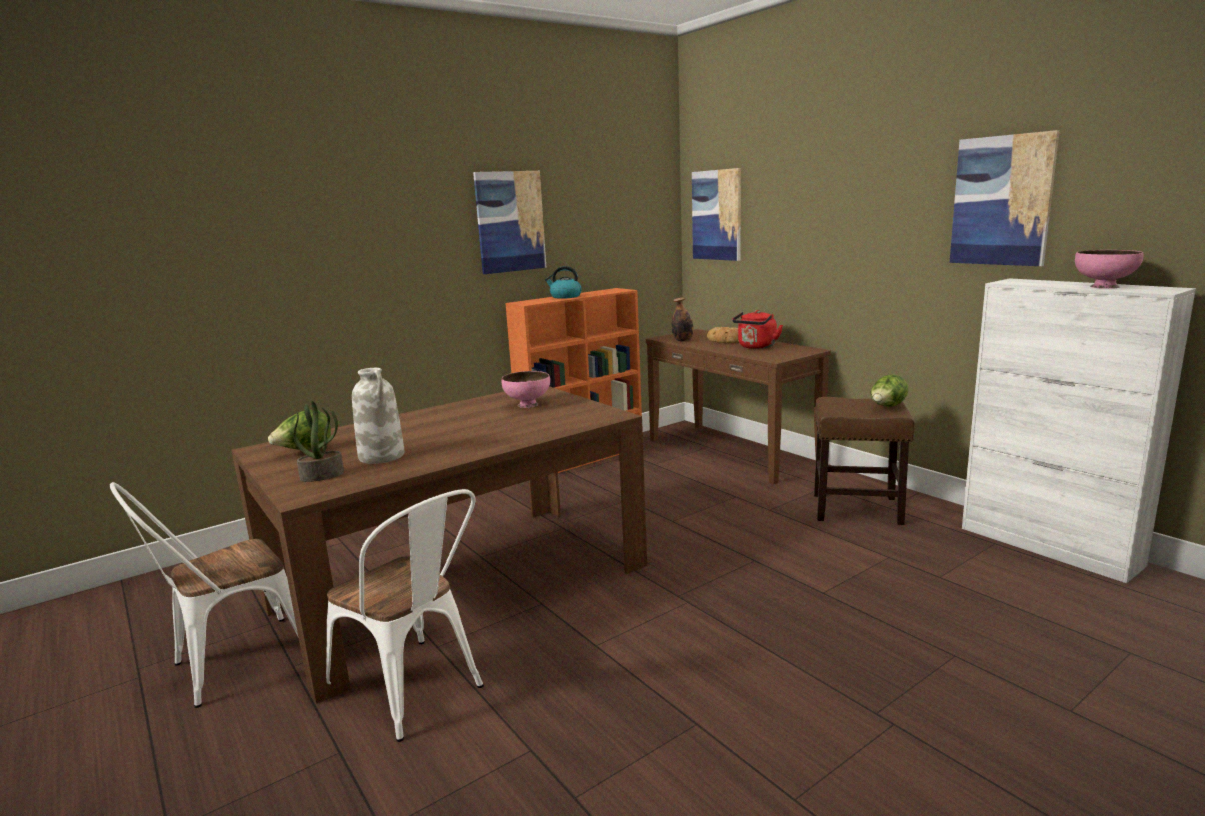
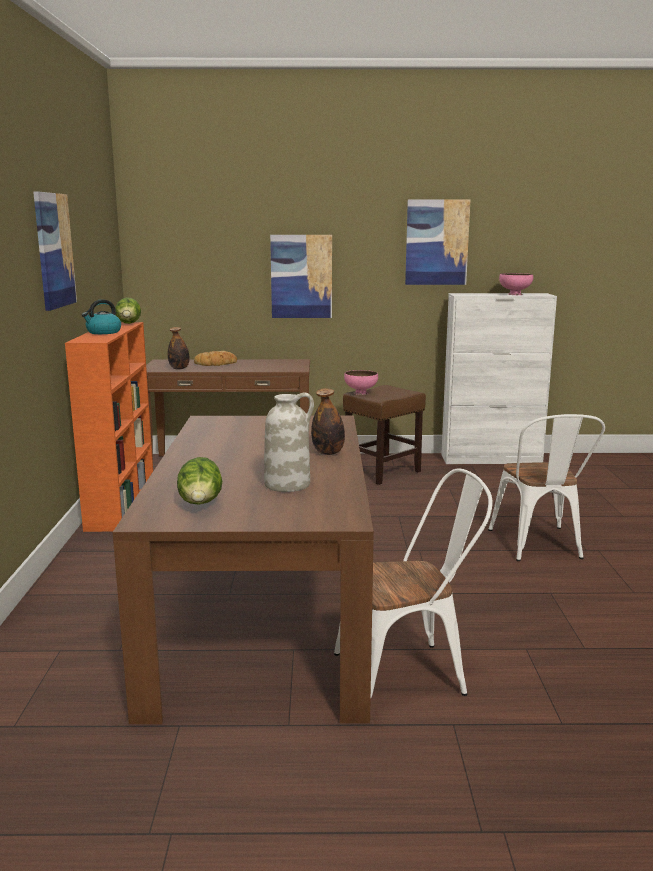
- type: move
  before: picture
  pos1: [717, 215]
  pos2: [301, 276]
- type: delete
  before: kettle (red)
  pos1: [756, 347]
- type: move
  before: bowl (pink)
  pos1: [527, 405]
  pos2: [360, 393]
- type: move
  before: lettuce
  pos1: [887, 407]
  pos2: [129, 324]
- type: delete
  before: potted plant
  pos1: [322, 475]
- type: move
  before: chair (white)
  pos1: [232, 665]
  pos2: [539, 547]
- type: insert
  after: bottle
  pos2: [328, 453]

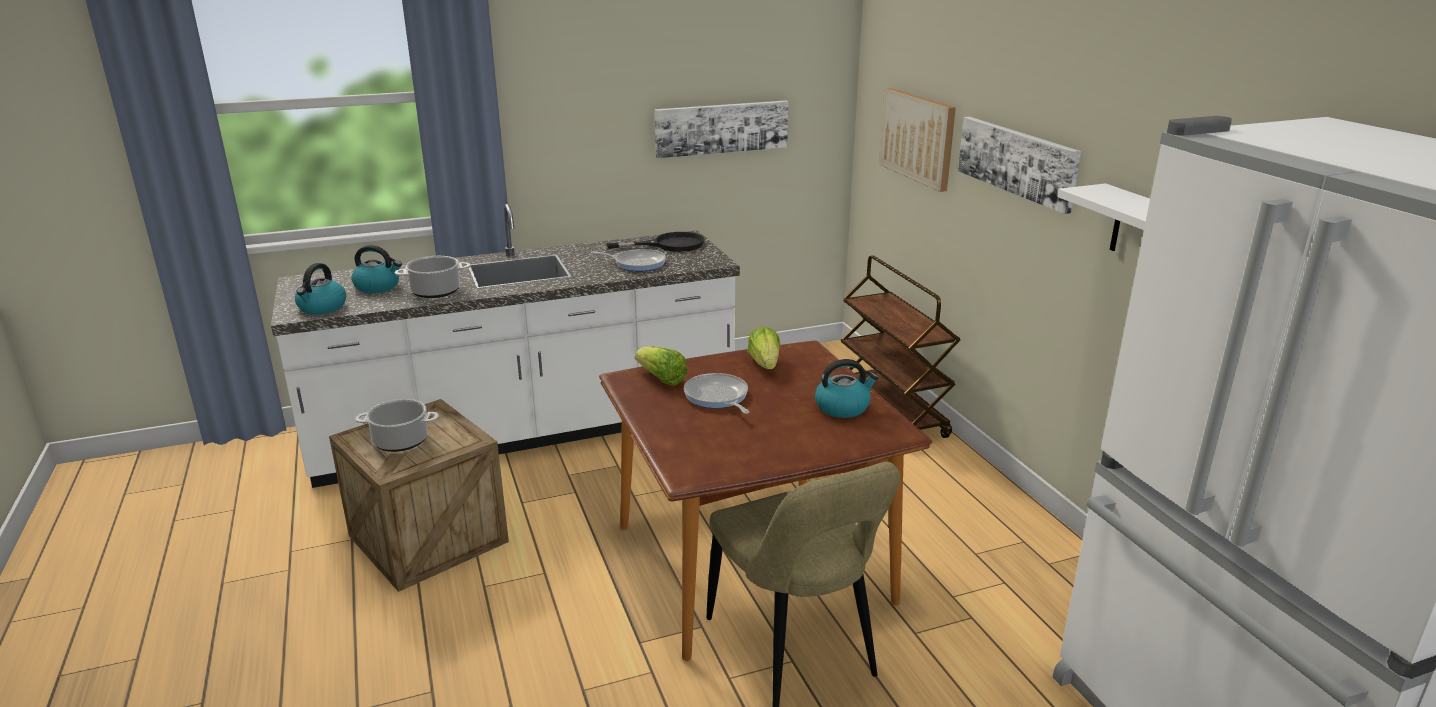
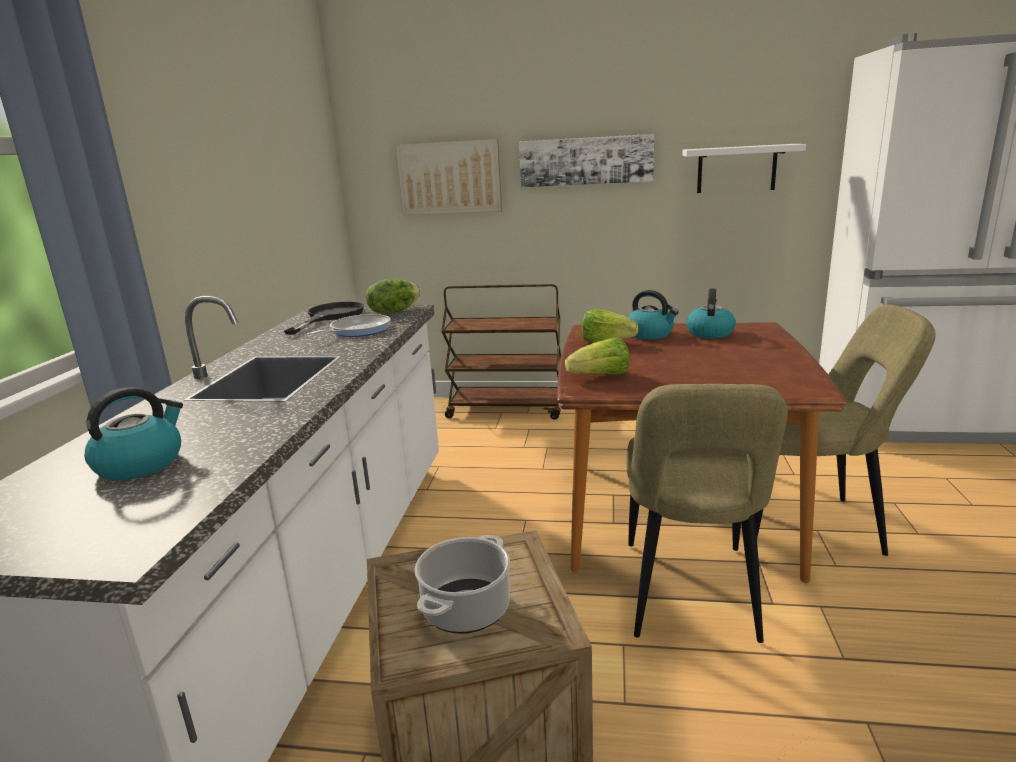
- type: delete
  before: picture
  pos1: [721, 128]
- type: delete
  before: cooking pot
  pos1: [436, 291]
- type: move
  before: kettle
  pos1: [322, 308]
  pos2: [650, 334]
- type: delete
  before: frying pan
  pos1: [717, 397]
- type: insert
  after: lettuce
  pos2: [393, 311]
- type: insert
  after: chair (beige)
  pos2: [690, 595]

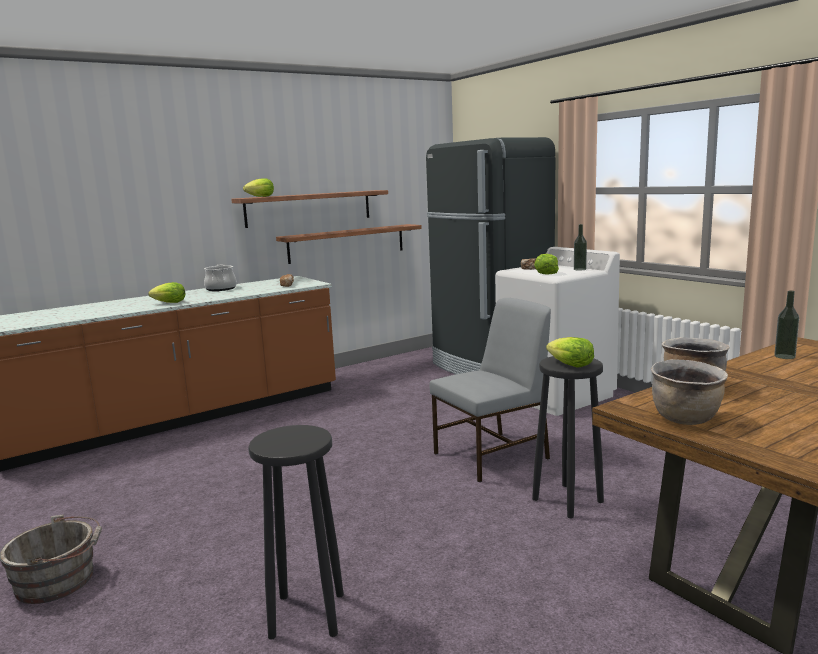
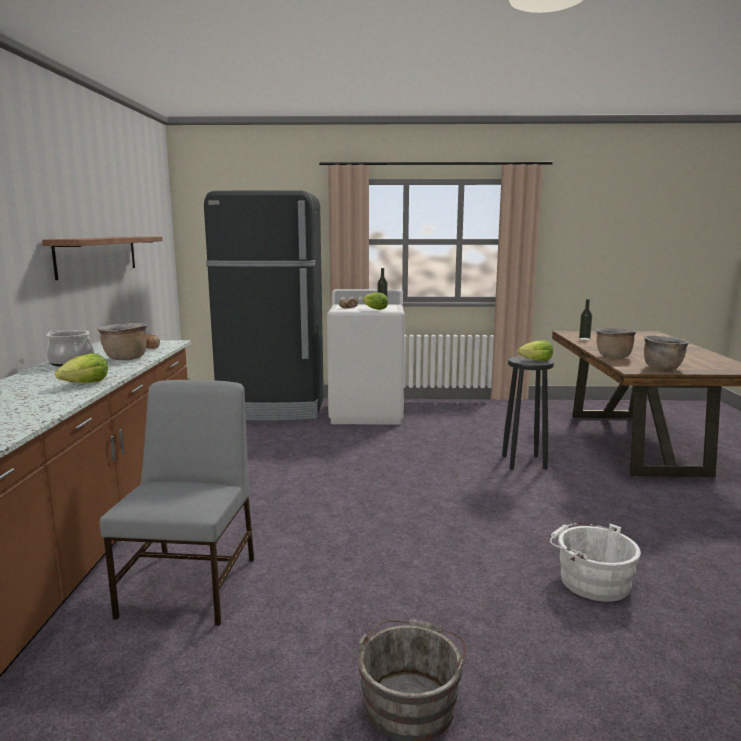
- type: delete
  before: lettuce
  pos1: [261, 196]
- type: delete
  before: shelf
  pos1: [347, 243]
- type: move
  before: chair (grey)
  pos1: [493, 455]
  pos2: [191, 585]
- type: replace
  before: stool (black)
  after: bucket (white)
  pos1: [306, 615]
  pos2: [590, 580]
- type: insert
  after: cooking pot (brown)
  pos2: [125, 359]

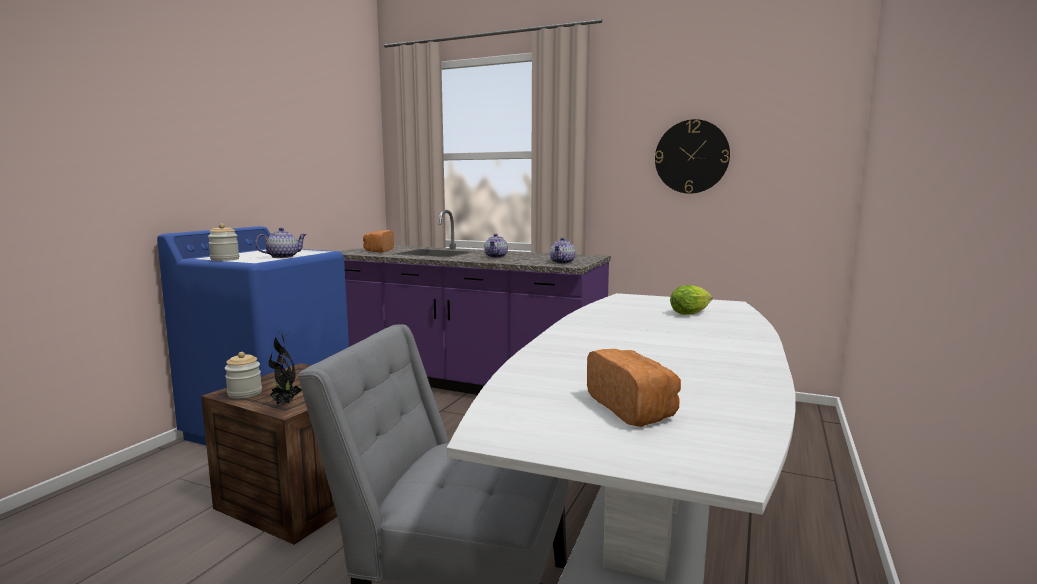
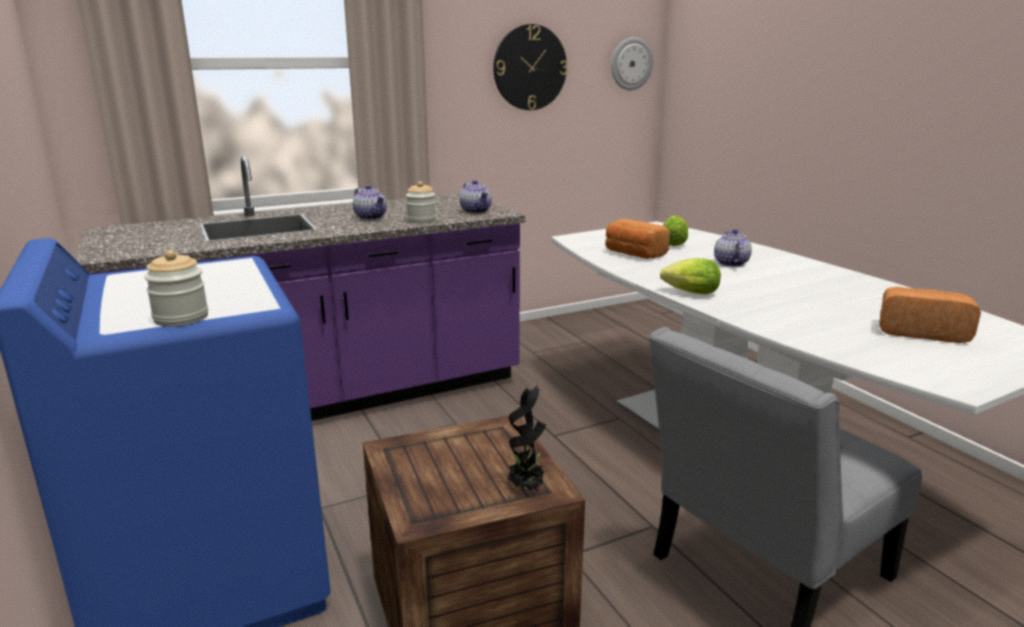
- type: move
  before: teapot
  pos1: [283, 257]
  pos2: [730, 263]
- type: move
  before: bread
  pos1: [378, 250]
  pos2: [633, 254]
- type: move
  before: jar
  pos1: [245, 393]
  pos2: [421, 220]
- type: insert
  after: wall clock
  pos2: [631, 64]
- type: insert
  after: lettuce
  pos2: [688, 293]

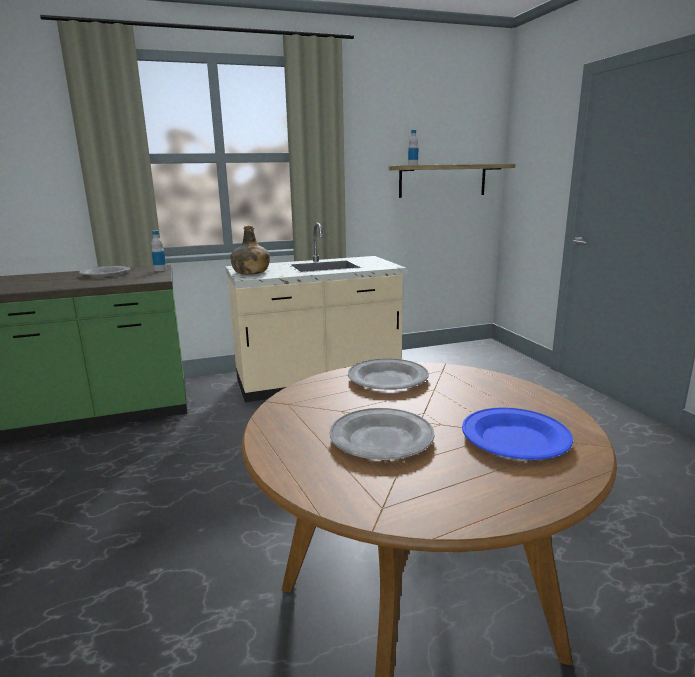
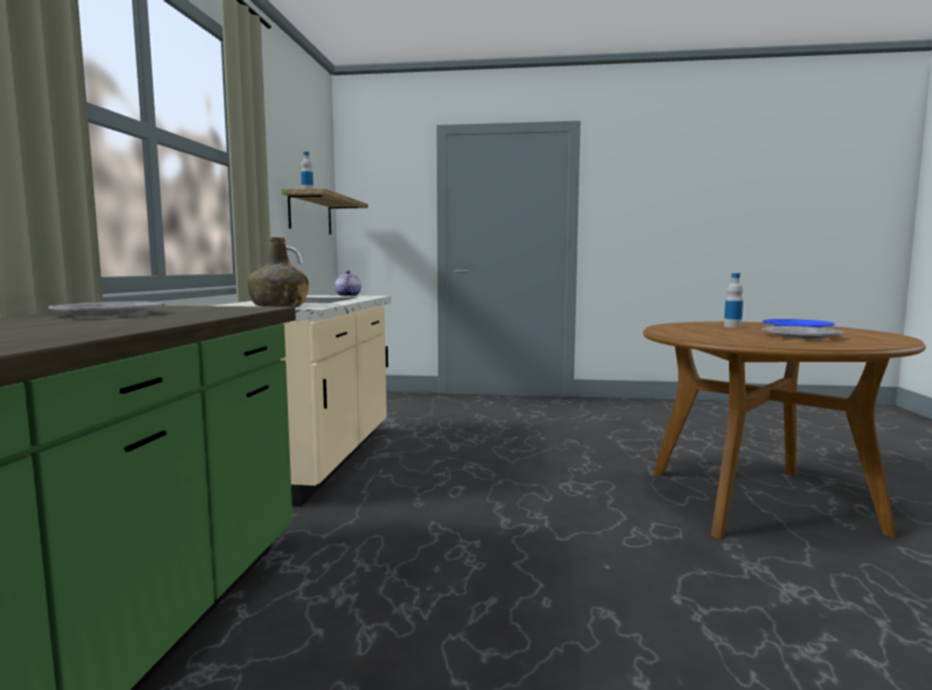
- type: move
  before: bottle
  pos1: [160, 270]
  pos2: [732, 326]
- type: delete
  before: plate (grey)
  pos1: [387, 379]
- type: insert
  after: teapot
  pos2: [348, 296]

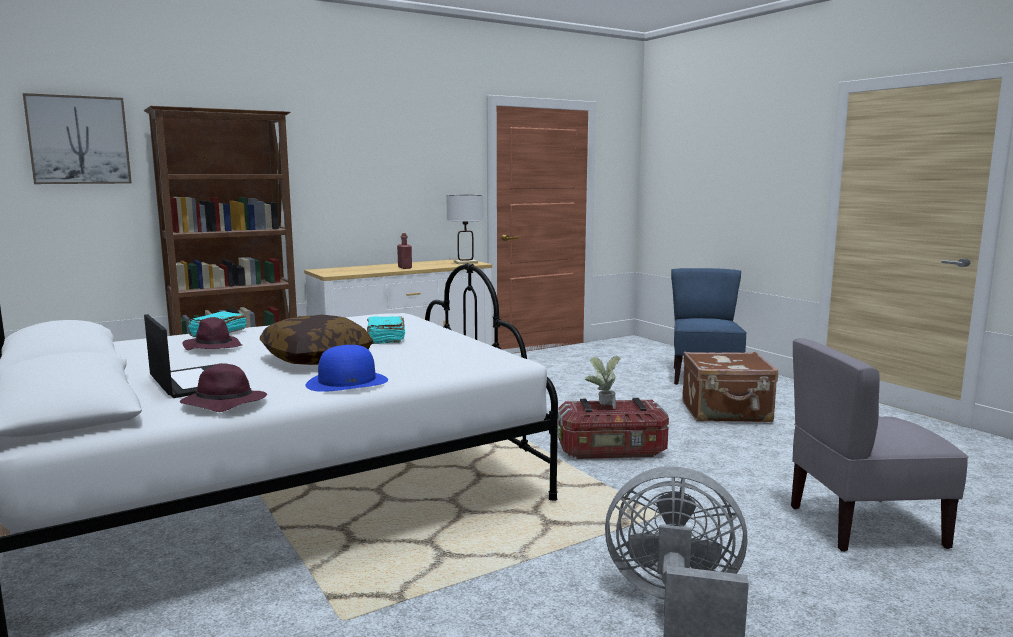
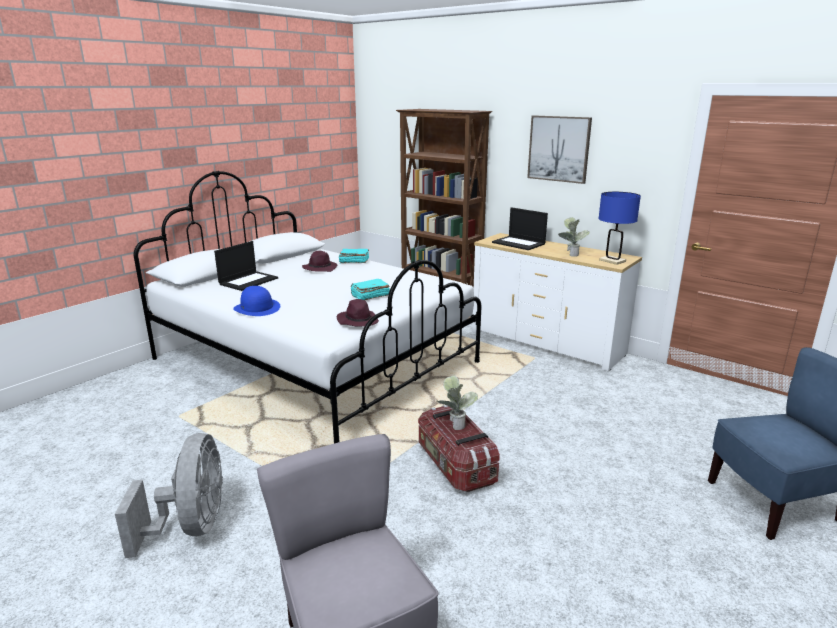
- type: move
  before: picture
  pos1: [79, 140]
  pos2: [559, 149]
- type: recolor
  before: table lamp (white)
  after: table lamp (blue)
  pos1: [465, 262]
  pos2: [612, 261]
- type: delete
  before: bottle (red)
  pos1: [405, 268]
- type: delete
  before: pillow
  pos1: [316, 359]
- type: delete
  before: suitcase (brown)
  pos1: [726, 413]
- type: move
  before: hat (purple)
  pos1: [223, 404]
  pos2: [357, 321]
- type: insert
  after: laptop
  pos2: [519, 243]
- type: insert
  after: potted plant
  pos2: [571, 254]

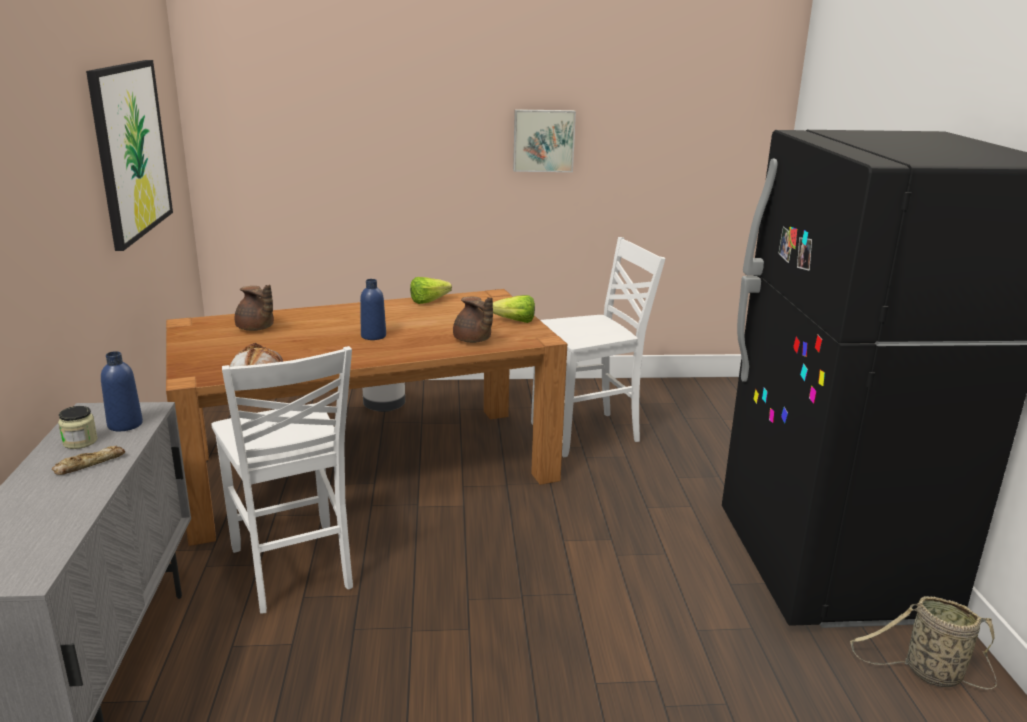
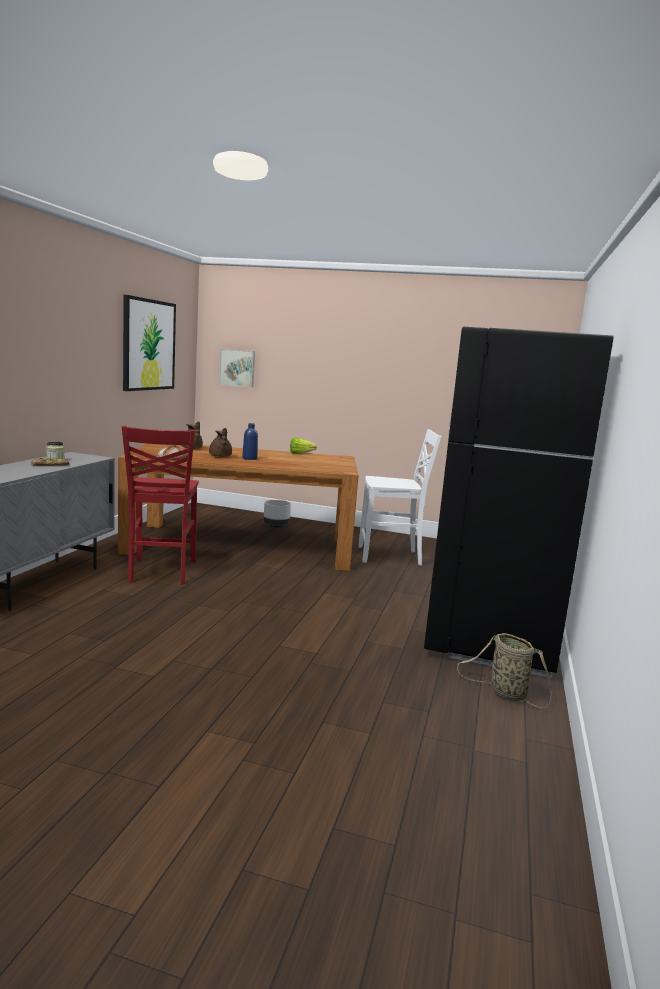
- type: move
  before: picture
  pos1: [543, 140]
  pos2: [237, 368]
- type: delete
  before: lettuce
  pos1: [511, 321]
- type: move
  before: teapot (brown)
  pos1: [473, 340]
  pos2: [220, 456]
- type: recolor
  before: chair (white)
  after: chair (red)
  pos1: [293, 569]
  pos2: [160, 572]
- type: delete
  before: bottle (blue)
  pos1: [125, 424]

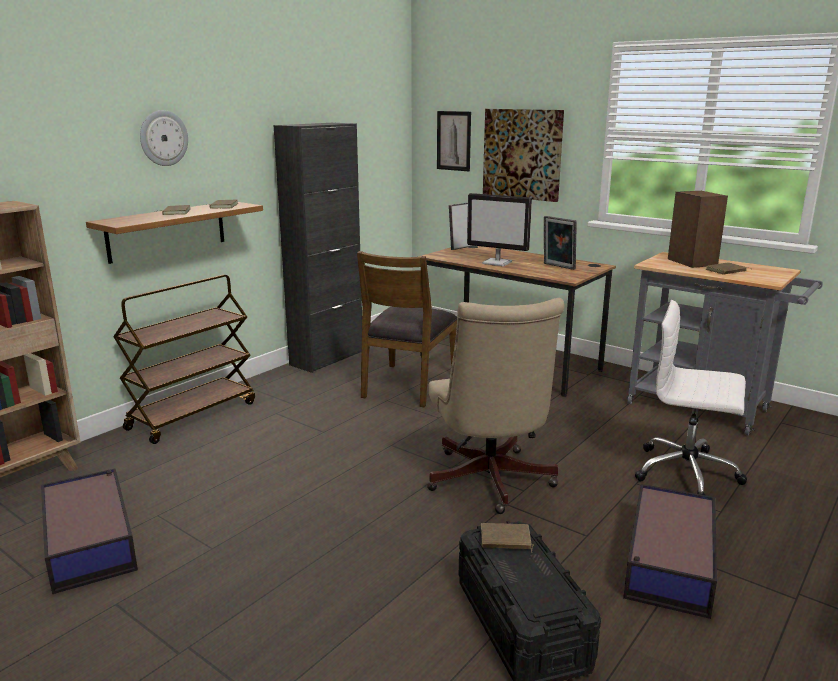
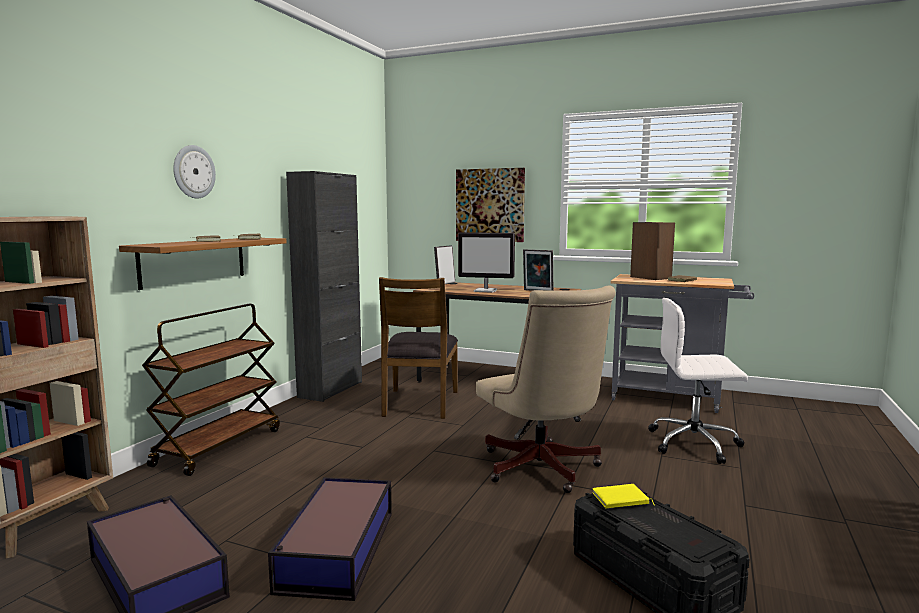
- type: delete
  before: picture
  pos1: [453, 141]
- type: move
  before: storage box
  pos1: [668, 562]
  pos2: [336, 551]
- type: recolor
  before: book (brown)
  after: book (yellow)
  pos1: [505, 540]
  pos2: [620, 500]

